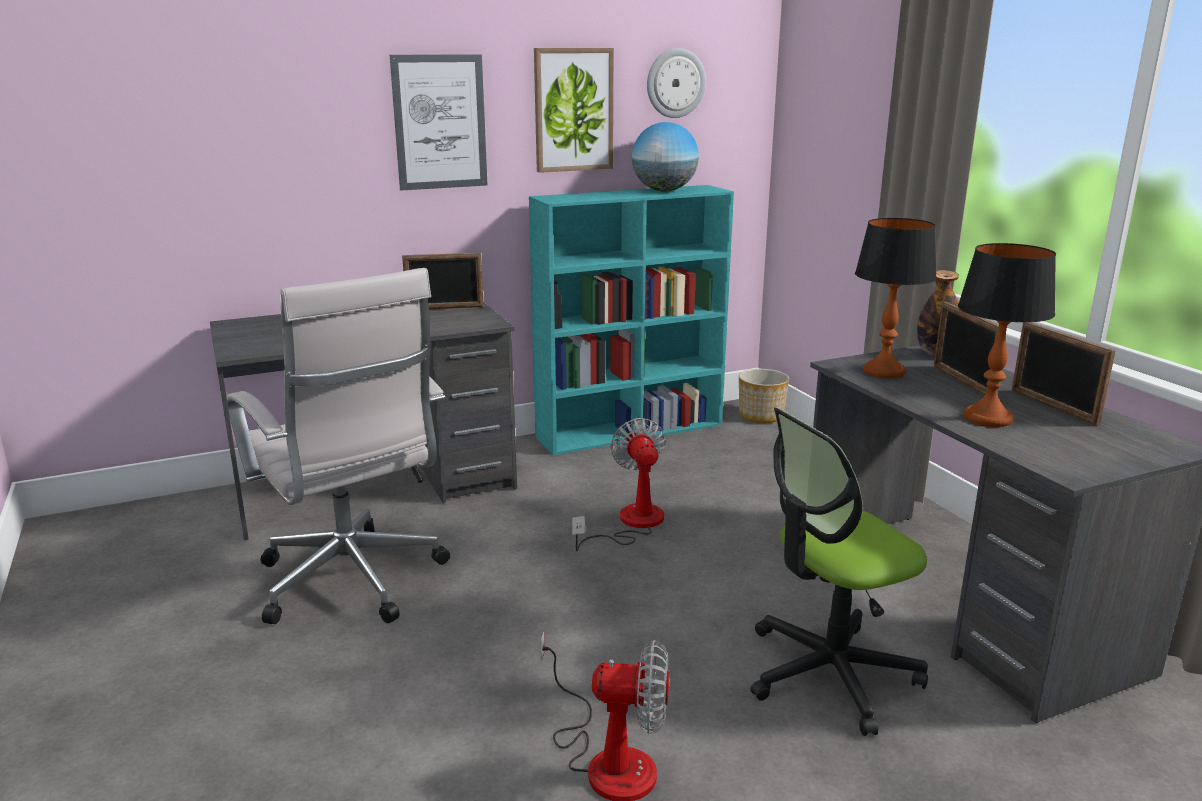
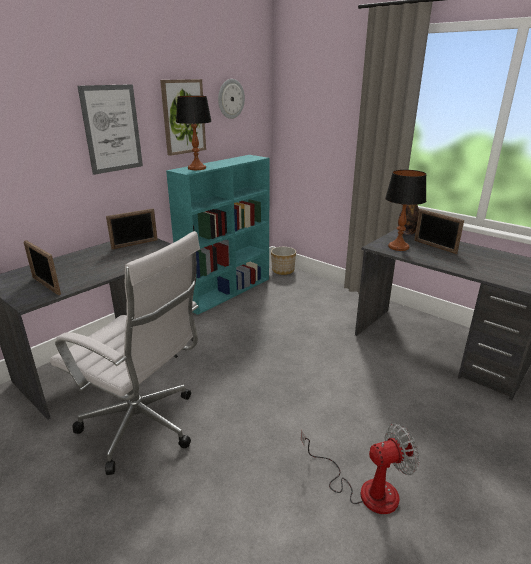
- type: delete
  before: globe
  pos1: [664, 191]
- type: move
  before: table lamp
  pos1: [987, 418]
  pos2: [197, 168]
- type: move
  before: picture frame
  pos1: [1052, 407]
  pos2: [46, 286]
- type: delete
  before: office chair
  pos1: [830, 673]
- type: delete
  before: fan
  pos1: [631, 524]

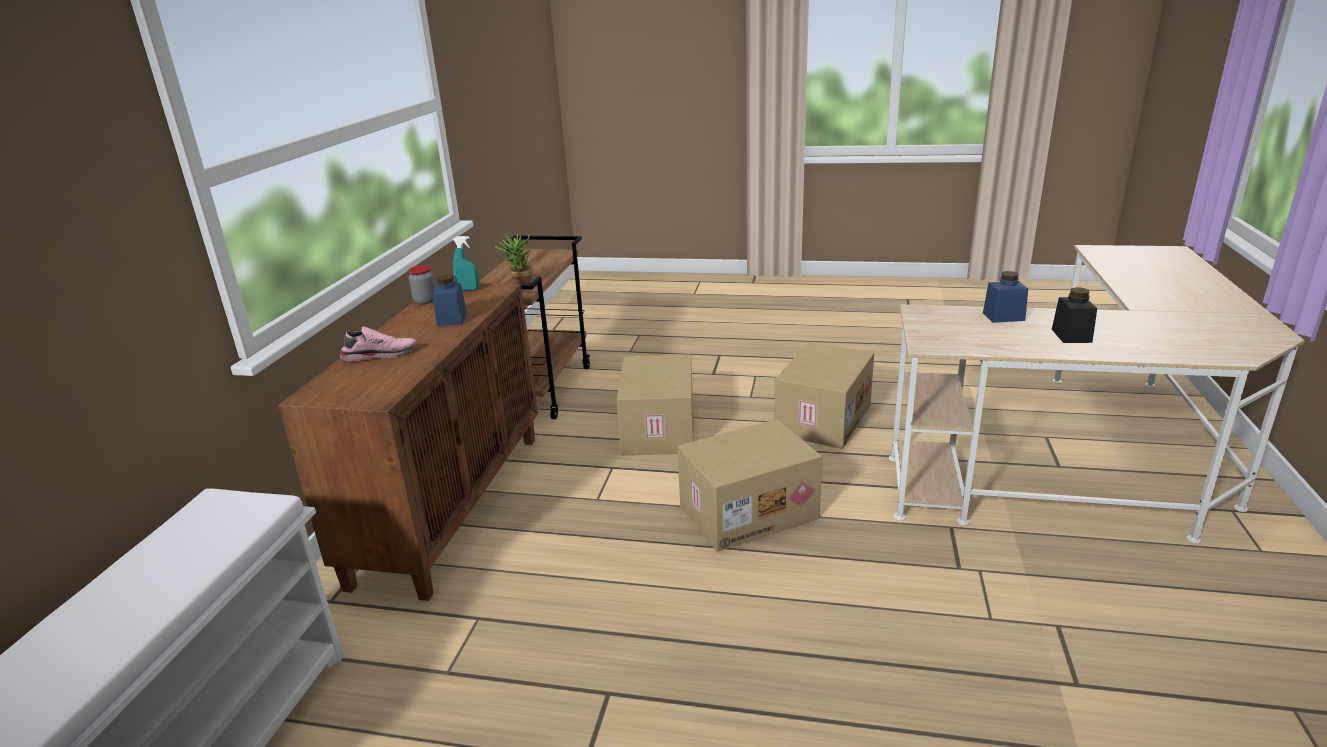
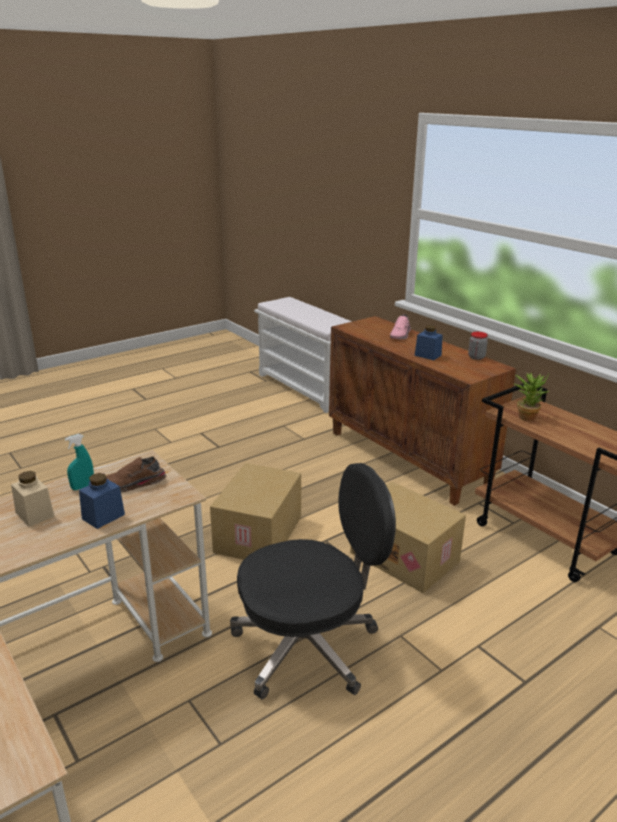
- type: move
  before: spray bottle (turquoise)
  pos1: [468, 289]
  pos2: [83, 486]
- type: recolor
  before: jar (black)
  after: jar (beige)
  pos1: [1071, 336]
  pos2: [34, 514]
- type: replace
  before: cardboard box
  after: office chair (black)
  pos1: [822, 419]
  pos2: [308, 646]
- type: insert
  after: shoe (brown)
  pos2: [133, 485]

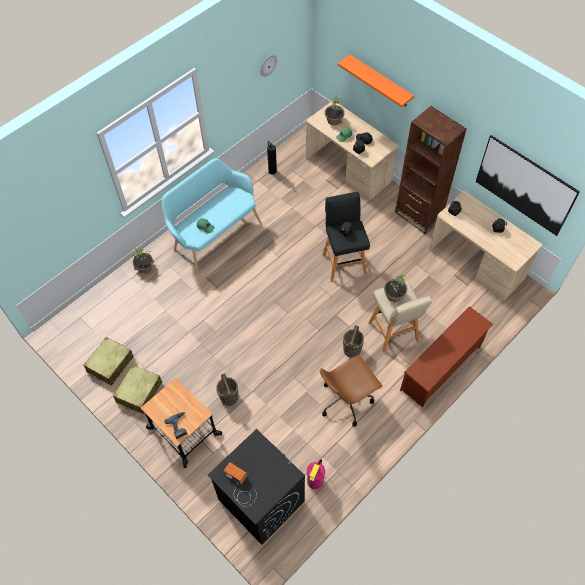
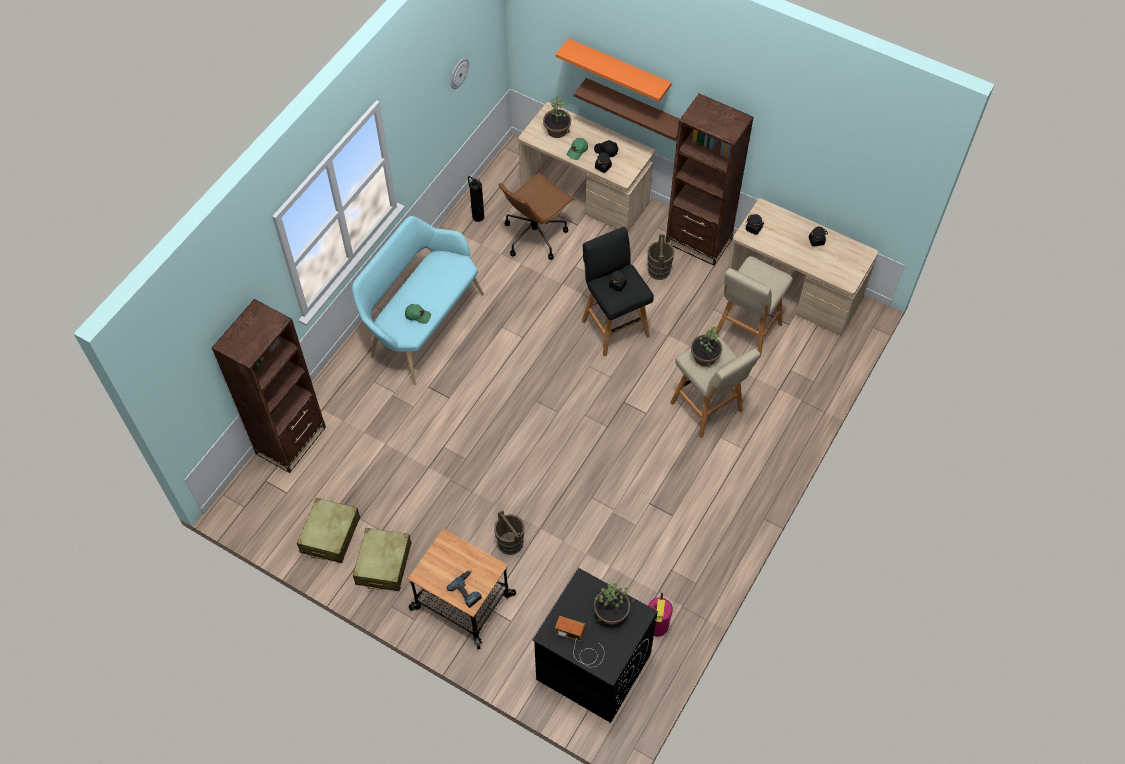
- type: delete
  before: picture
  pos1: [524, 185]
- type: move
  before: potted plant
  pos1: [144, 267]
  pos2: [611, 613]
- type: delete
  before: shoe rack (brown)
  pos1: [441, 368]
- type: move
  before: bucket (brown)
  pos1: [352, 349]
  pos2: [659, 270]
- type: move
  before: office chair (brown)
  pos1: [346, 400]
  pos2: [535, 235]
- type: insert
  after: shelf (brown)
  pos2: [635, 108]
- type: insert
  after: stool (beige)
  pos2: [746, 331]
- type: insert
  after: bookcase (brown)
  pos2: [291, 440]

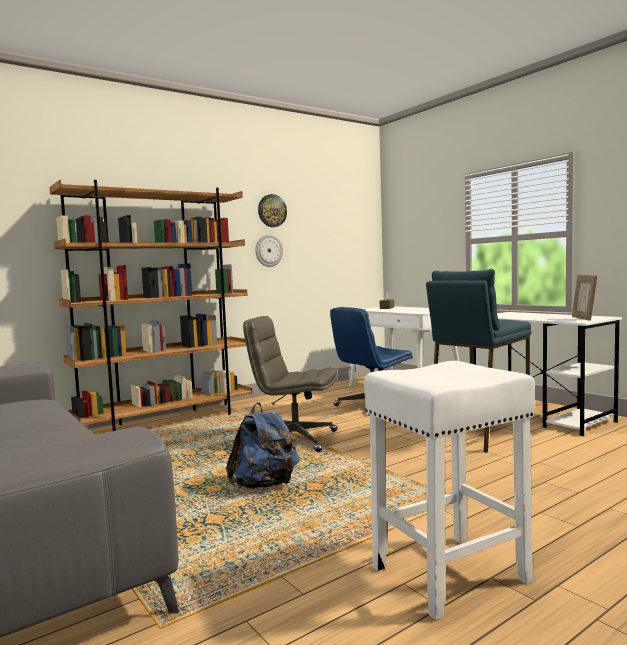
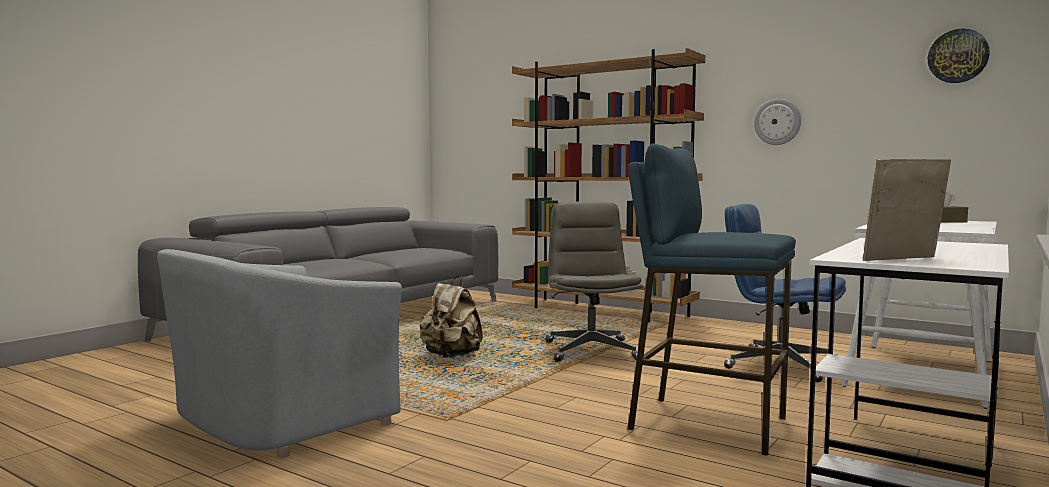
- type: move
  before: wall clock
  pos1: [272, 210]
  pos2: [958, 56]
- type: replace
  before: stool (white)
  after: armchair (grey)
  pos1: [448, 575]
  pos2: [280, 421]
- type: recolor
  before: backpack (blue)
  after: backpack (beige)
  pos1: [264, 485]
  pos2: [451, 357]

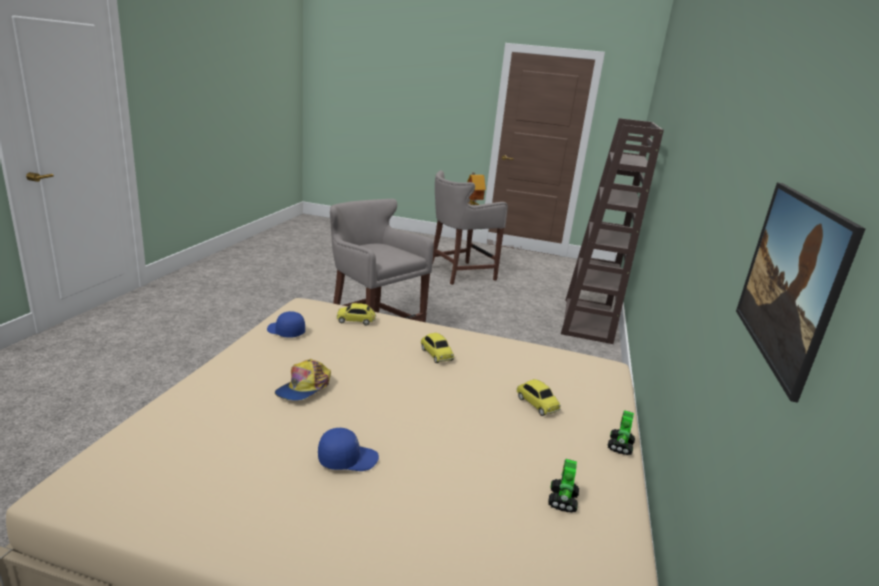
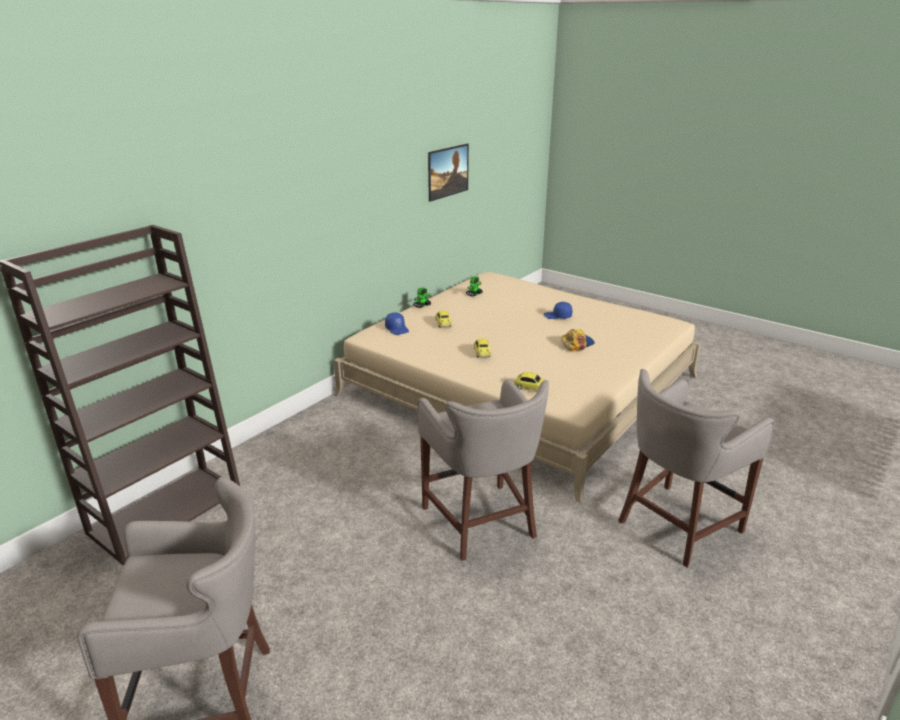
- type: delete
  before: toy house
  pos1: [472, 205]
- type: move
  before: cap (blue)
  pos1: [285, 332]
  pos2: [397, 329]
- type: insert
  after: stool (grey)
  pos2: [675, 526]

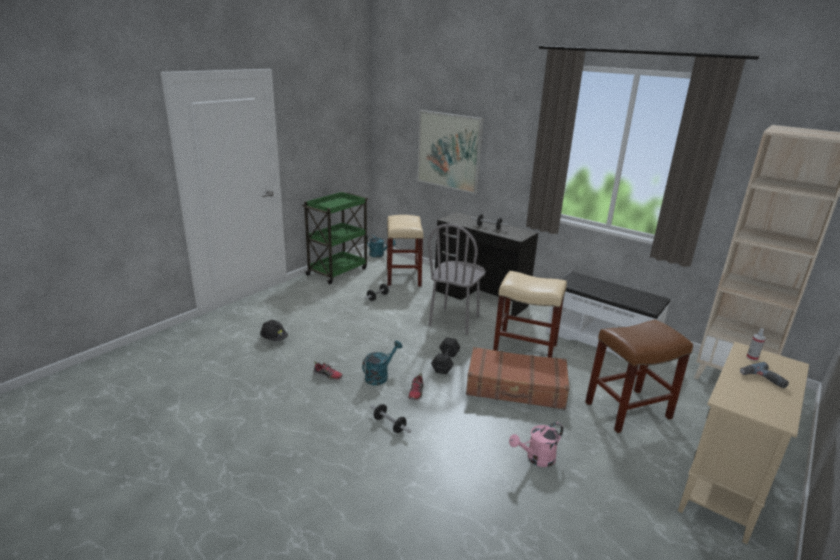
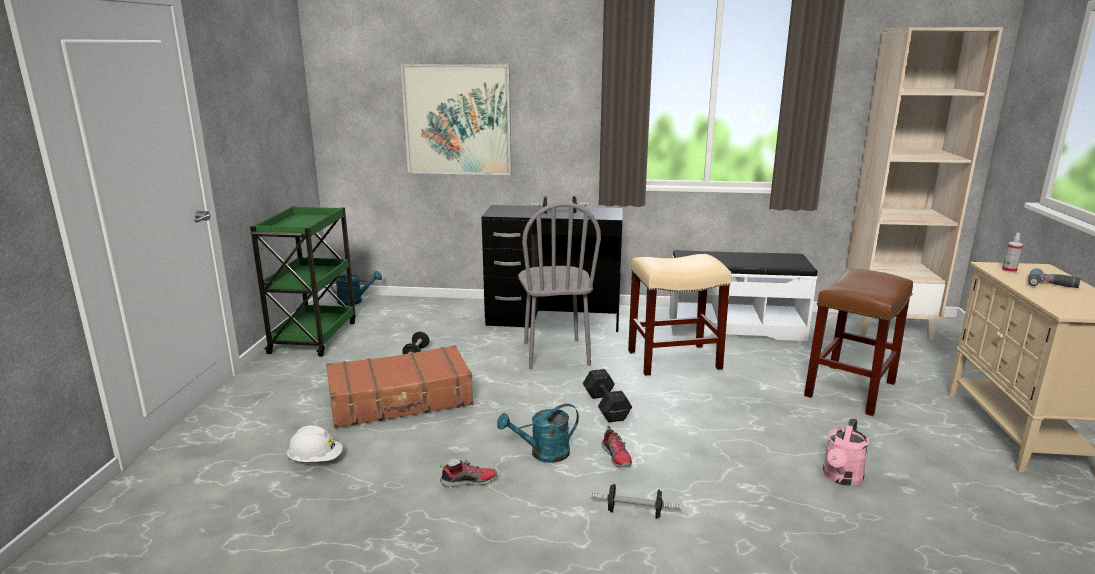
- type: delete
  before: stool (beige)
  pos1: [403, 277]
- type: recolor
  before: hard hat (black)
  after: hard hat (white)
  pos1: [274, 339]
  pos2: [316, 460]
- type: rotate
  before: watering can (turquoise)
  pos1: [379, 376]
  pos2: [543, 454]
  turn: -120
- type: move
  before: suitcase (brown)
  pos1: [516, 388]
  pos2: [401, 400]

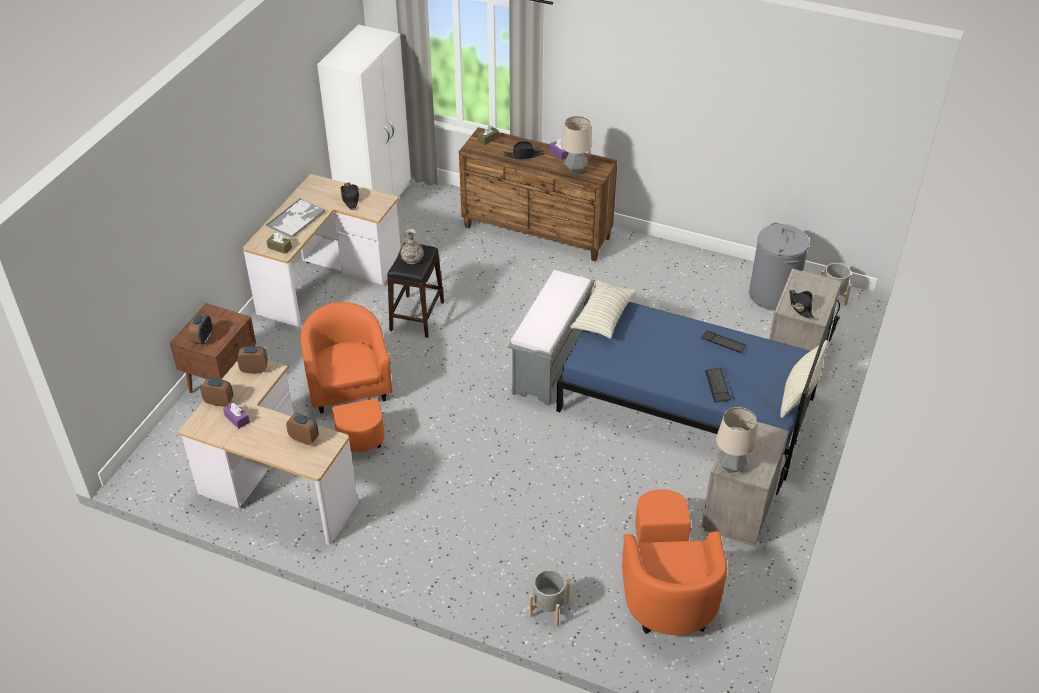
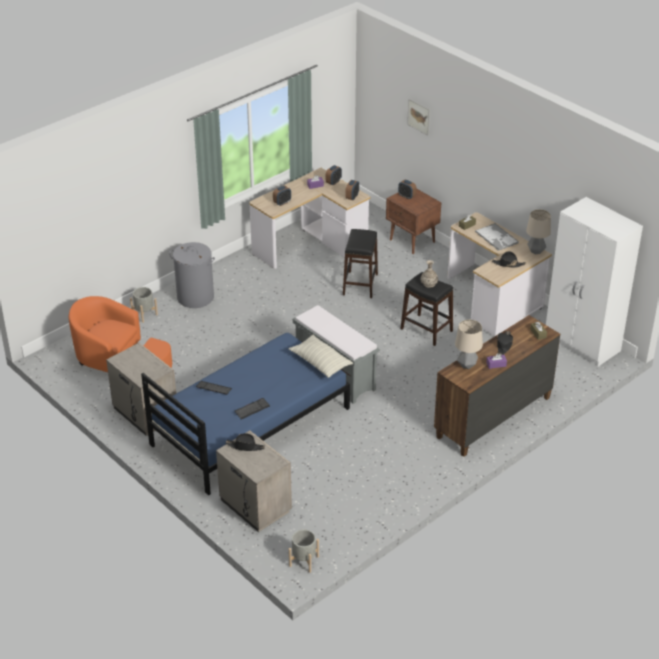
- type: move
  before: laundry basket (grey)
  pos1: [773, 295]
  pos2: [195, 297]
- type: replace
  before: armchair (orange)
  after: stool (black)
  pos1: [352, 400]
  pos2: [360, 284]
- type: delete
  before: pillow (beige)
  pos1: [799, 393]
- type: move
  before: table lamp
  pos1: [731, 466]
  pos2: [536, 251]
- type: insert
  after: picture
  pos2: [419, 116]

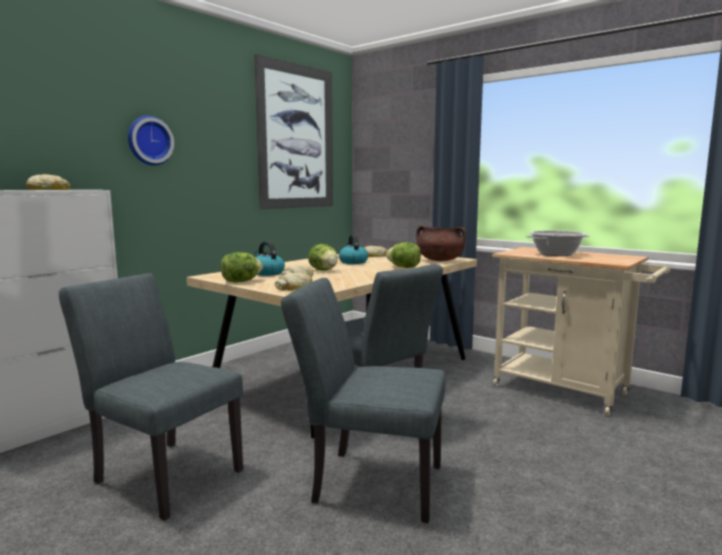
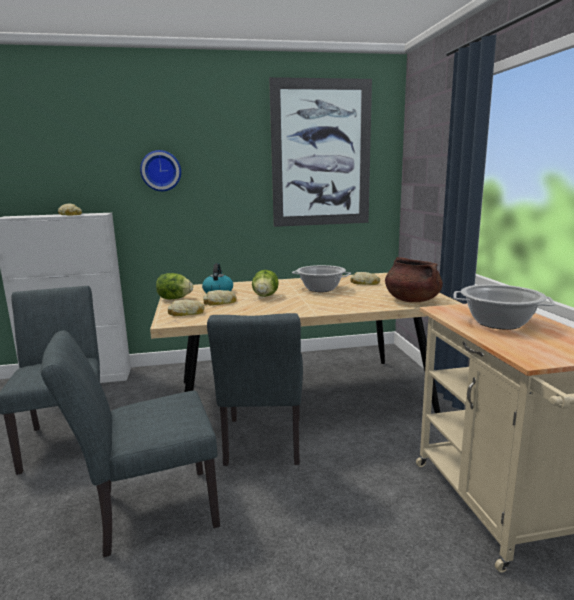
- type: replace
  before: kettle
  after: cooking pot
  pos1: [353, 262]
  pos2: [320, 289]
- type: delete
  before: lettuce
  pos1: [404, 267]
- type: rotate
  before: chair (grey)
  pos1: [367, 482]
  pos2: [147, 512]
  turn: -75

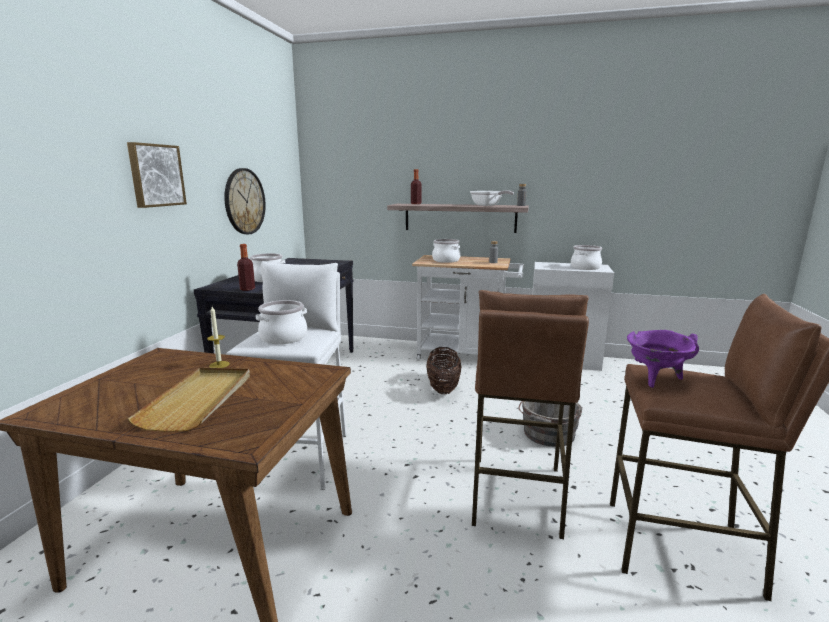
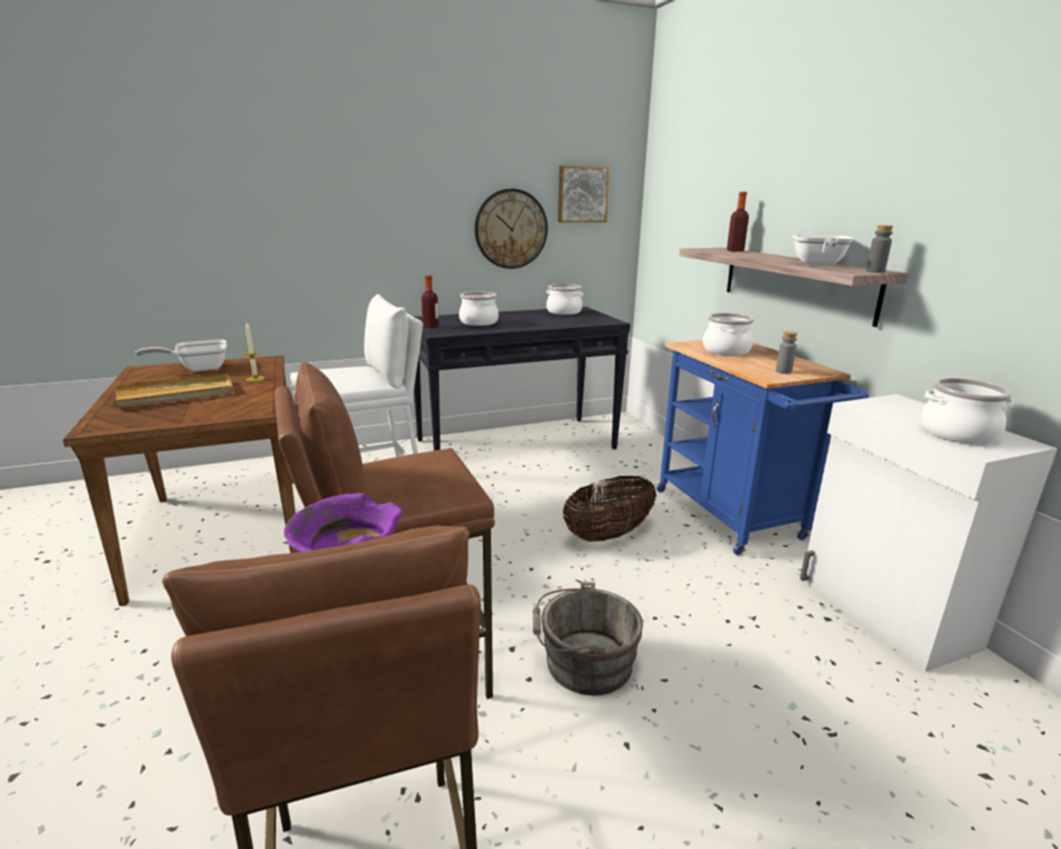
- type: move
  before: picture
  pos1: [155, 175]
  pos2: [582, 194]
- type: recolor
  before: cart (white)
  after: cart (blue)
  pos1: [466, 356]
  pos2: [734, 518]
- type: move
  before: cooking pot
  pos1: [283, 337]
  pos2: [564, 312]
- type: insert
  after: frying pan
  pos2: [198, 368]

